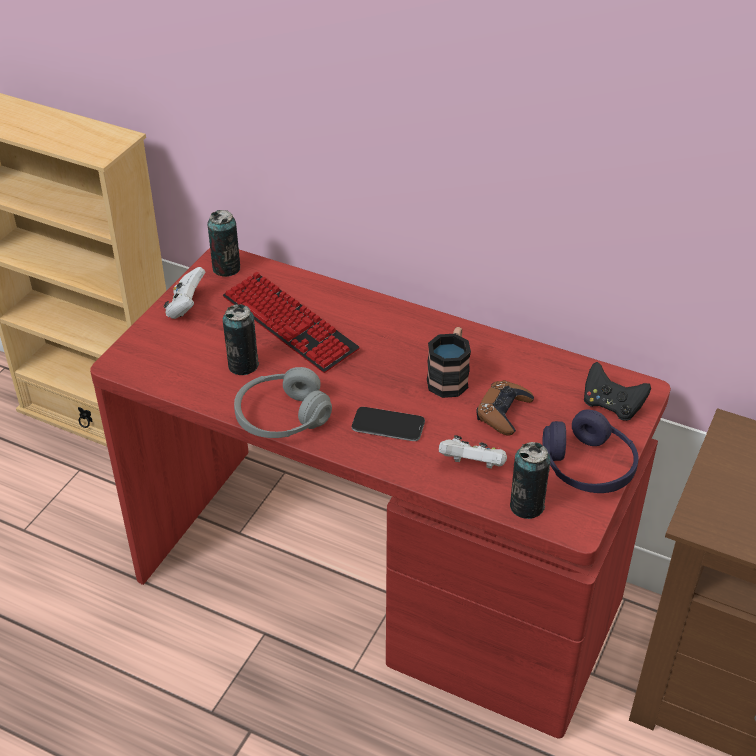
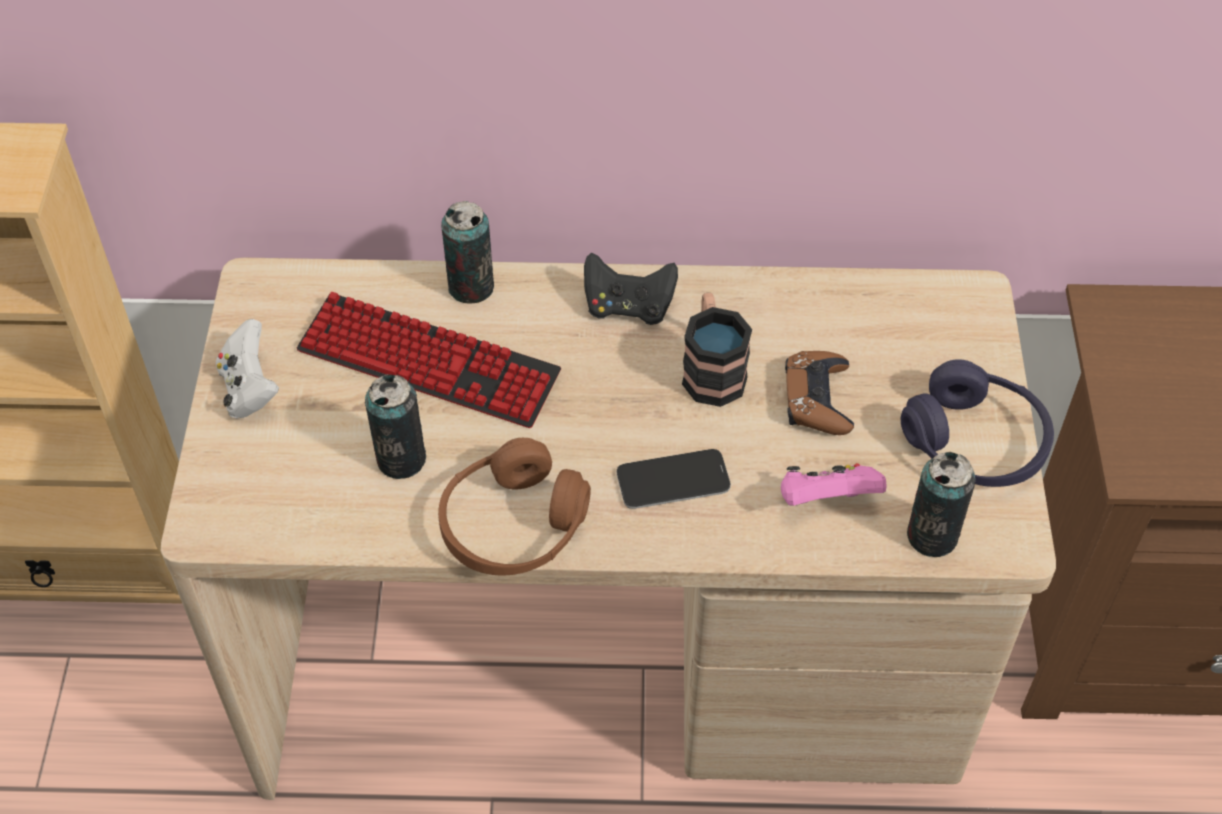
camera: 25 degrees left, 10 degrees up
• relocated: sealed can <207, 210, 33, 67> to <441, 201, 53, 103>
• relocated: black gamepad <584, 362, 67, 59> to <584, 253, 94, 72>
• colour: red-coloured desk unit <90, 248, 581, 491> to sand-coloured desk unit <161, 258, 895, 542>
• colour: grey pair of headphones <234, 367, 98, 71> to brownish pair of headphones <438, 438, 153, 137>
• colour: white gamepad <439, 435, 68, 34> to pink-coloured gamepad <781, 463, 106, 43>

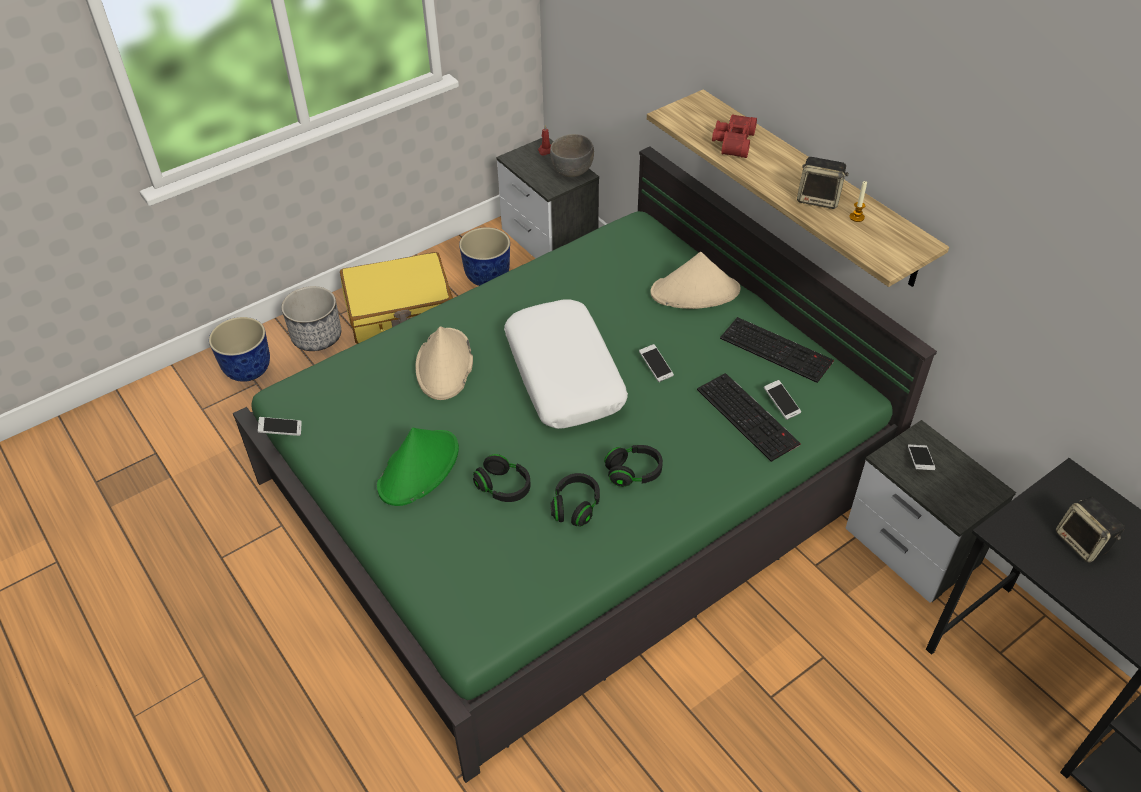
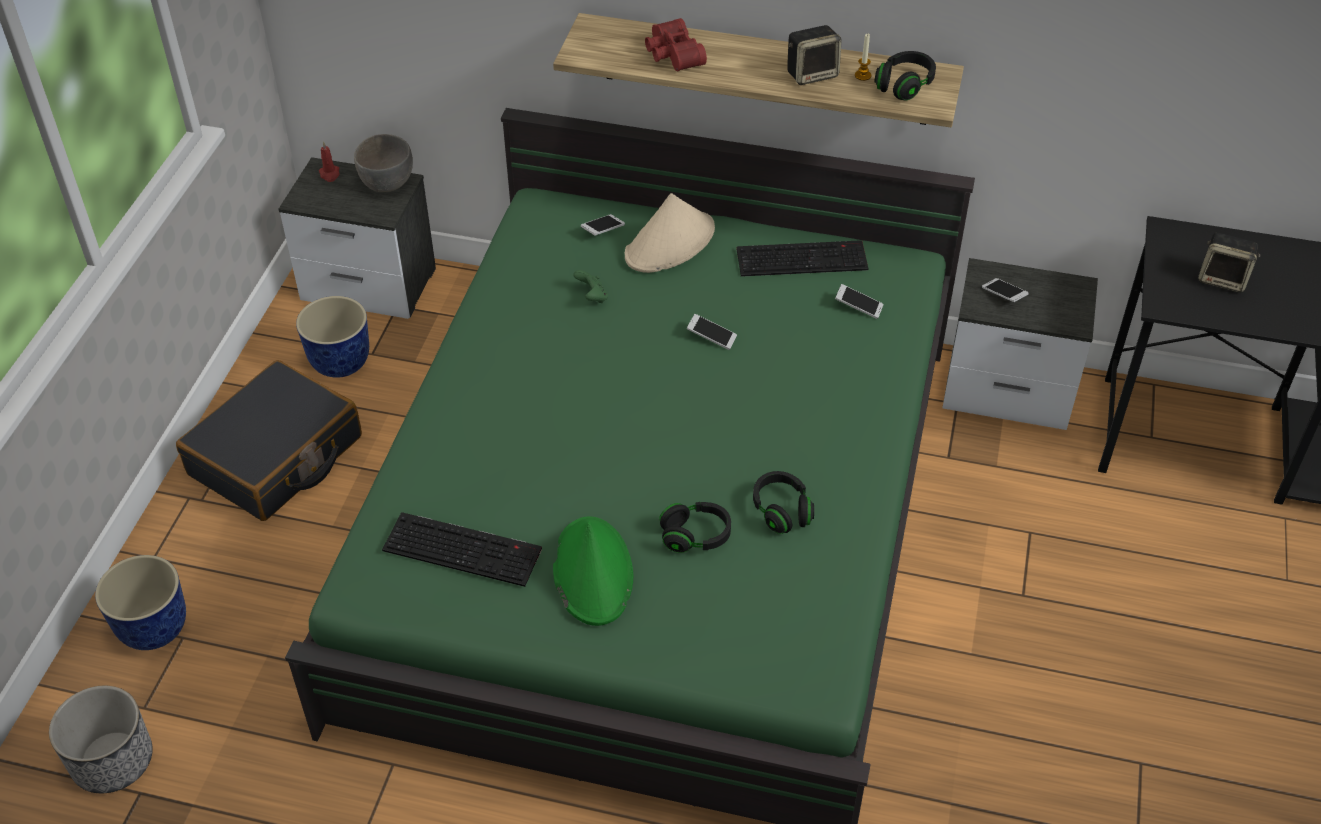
camera: 40 degrees left, 0 degrees up
• missing: sand-coloured wearable hat <415, 326, 58, 74>
• missing: white cushion <504, 299, 124, 130>
• appeared: greenish gamepad <573, 270, 35, 33>
• relocated: phone <258, 417, 44, 19> to <581, 214, 44, 21>
• relocated: flower pot <281, 286, 60, 65> to <49, 686, 104, 107>
• relocated: black pair of headphones <604, 445, 59, 42> to <874, 51, 62, 50>
• relocated: PC keyboard <697, 373, 104, 89> to <382, 512, 160, 75>
• colour: yellowish travel case <340, 252, 113, 92> to black travel case <176, 360, 186, 161>

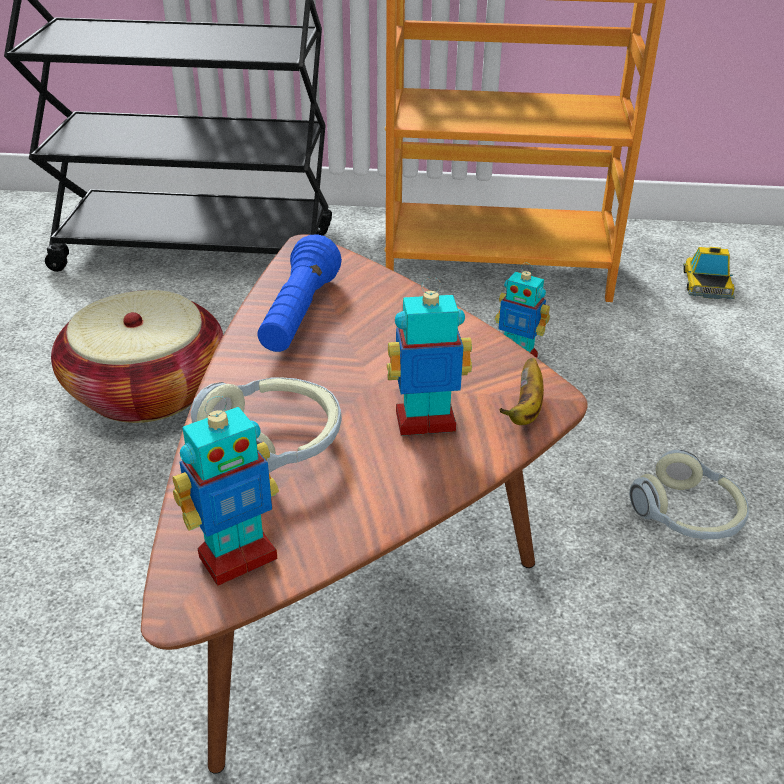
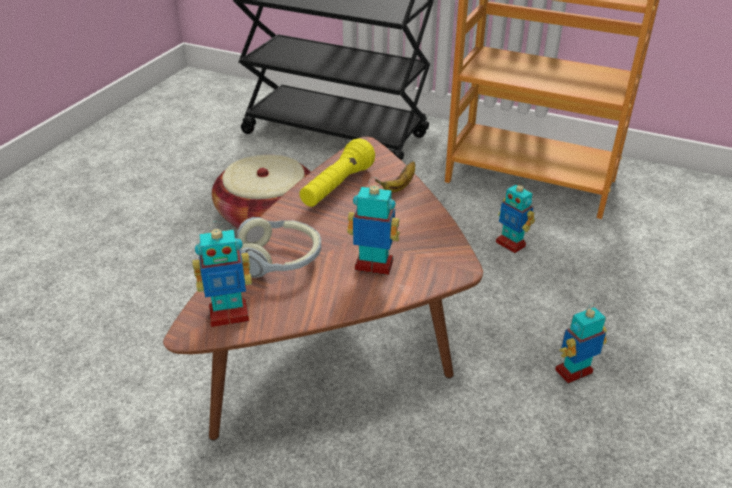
camera: 20 degrees right, 0 degrees up
• missing: toy car <683, 247, 52, 52>
• relocated: banana fruit <499, 358, 45, 67> to <375, 161, 40, 31>
• exchanged: pair of headphones <629, 449, 120, 90> to model robot <555, 303, 52, 81>
• colour: bluish flashlight <257, 234, 85, 118> to yellowish flashlight <299, 138, 76, 69>

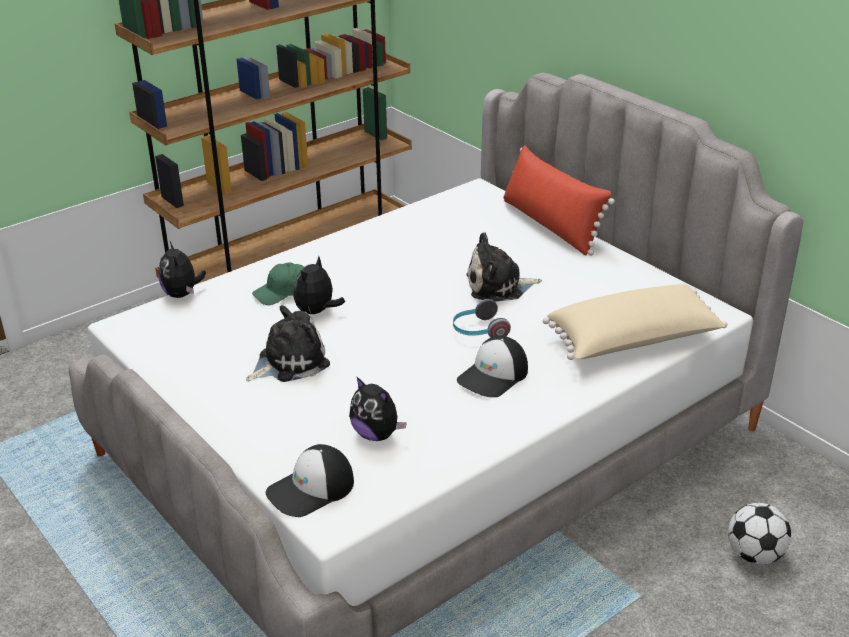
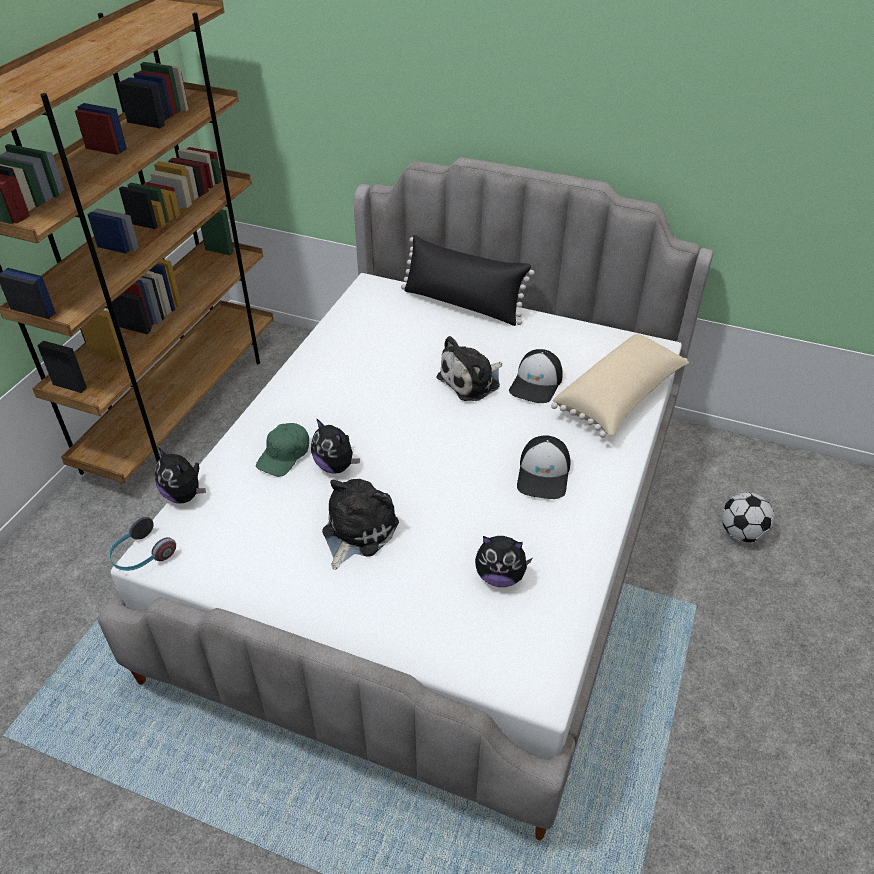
camera: 30 degrees left, 10 degrees up
• relocated: peaked cap <266, 444, 88, 73> to <509, 349, 54, 54>
• relocated: pair of headphones <453, 299, 58, 38> to <109, 516, 67, 55>
• colour: red-coloured cushion <503, 145, 112, 111> to black cushion <401, 235, 134, 91>
• spun: plush toy <294, 256, 51, 59> = <311, 418, 49, 56> 45 degrees counterclockwise

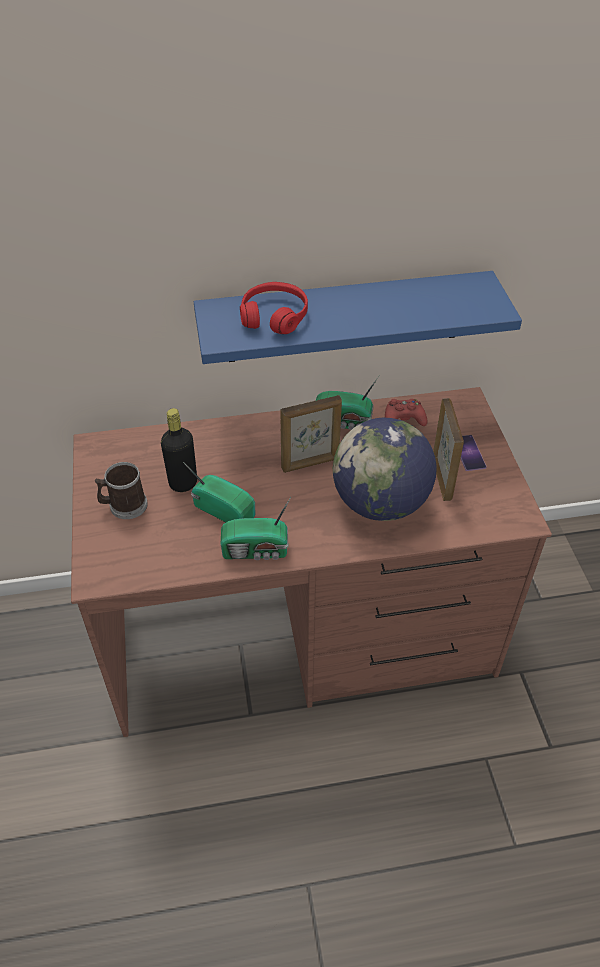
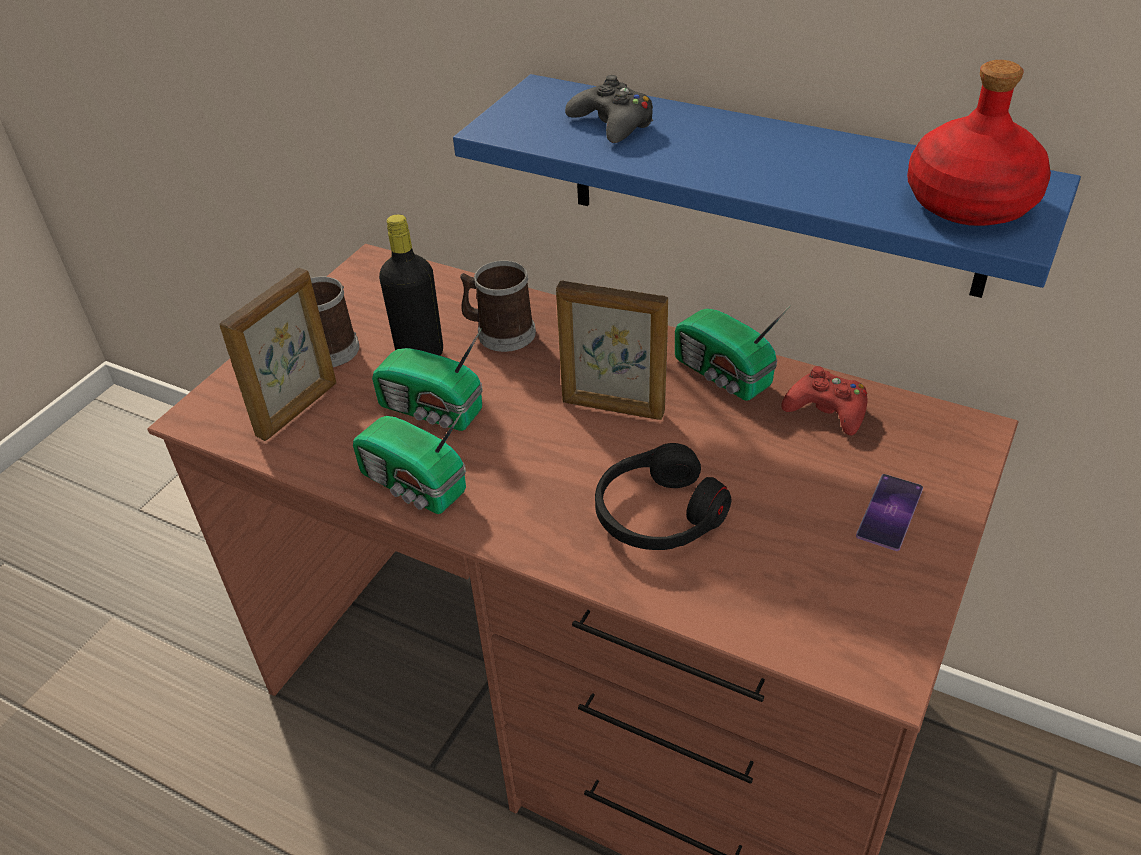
camera: 40 degrees right, 5 degrees down
• appeared: tea mug <460, 260, 76, 92>
• appeared: red-coloured drink bottle <907, 60, 144, 166>
• relocated: standing frame <433, 398, 31, 103> to <219, 268, 117, 173>
• exchanged: red-coloured pair of headphones <240, 282, 68, 52> to black gamepad <565, 75, 88, 68>
• exchanged: world globe <333, 418, 103, 103> to black pair of headphones <595, 443, 136, 107>
• spun: radio receiver <183, 462, 72, 60> = <372, 328, 111, 103> 135 degrees clockwise

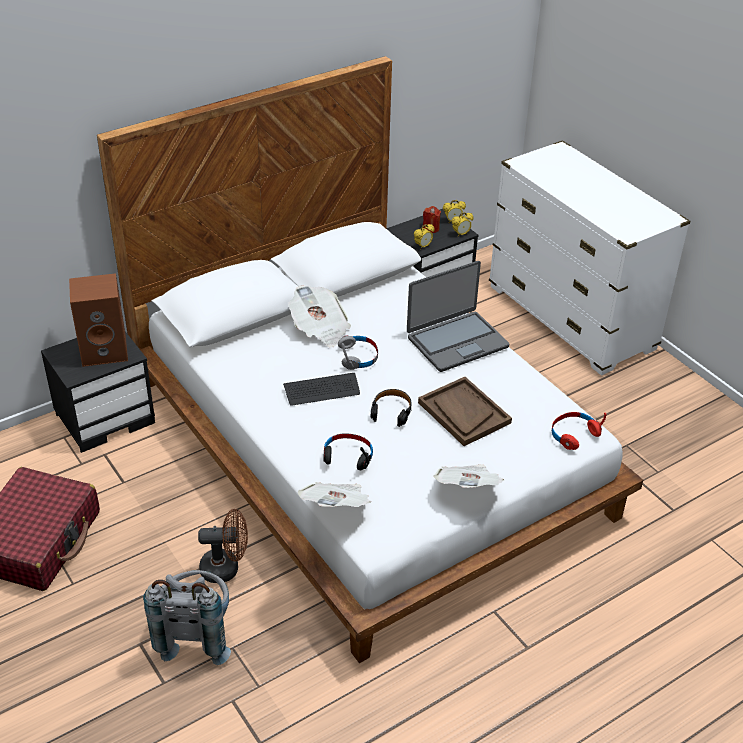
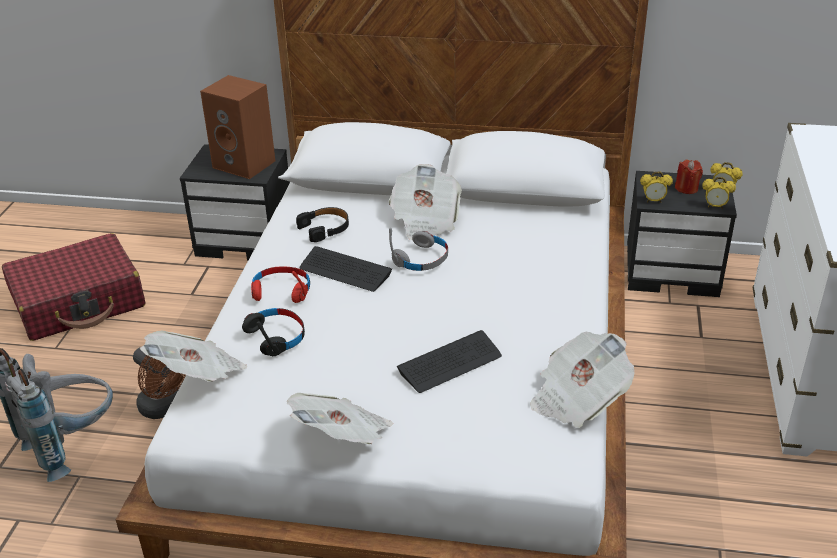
camera: 45 degrees right, 5 degrees down
• missing: notebook computer <407, 261, 103, 111>
• appeared: daily paper <530, 331, 104, 97>
• relocated: black pair of headphones <371, 389, 41, 38> to <296, 207, 53, 35>
• relocated: red-coloured pair of headphones <552, 412, 55, 38> to <251, 266, 59, 37>
• exchanged: brownish carrying tray <418, 377, 94, 69> to PC keyboard <397, 330, 105, 63>

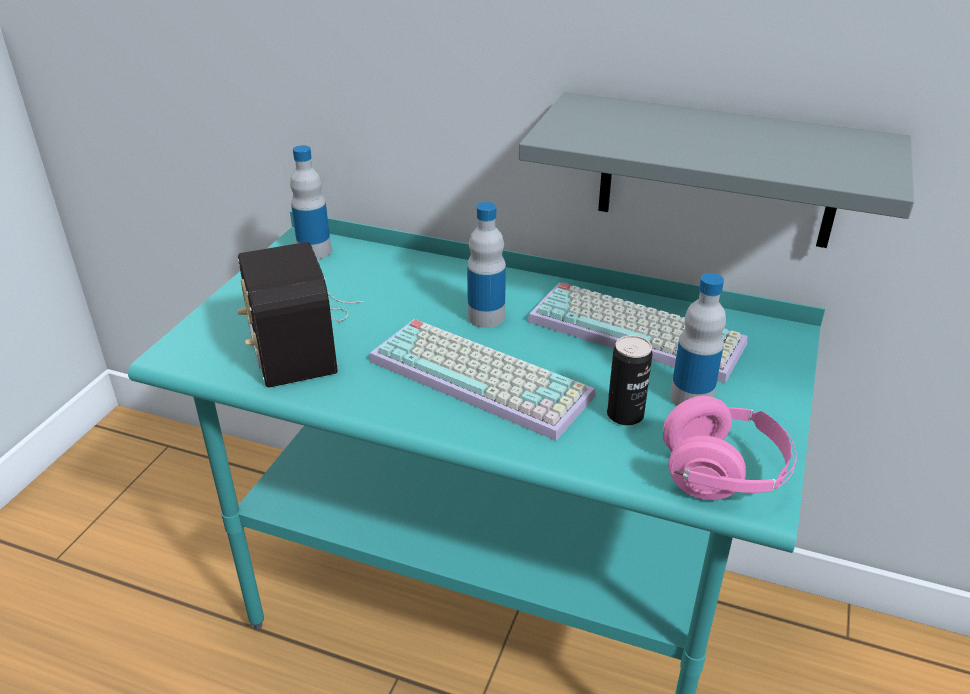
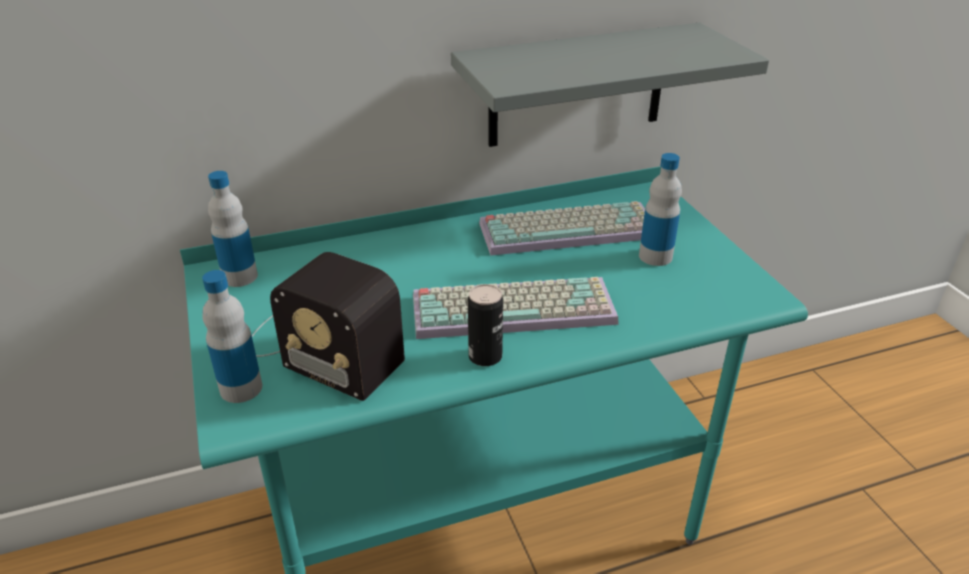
camera: 40 degrees left, 0 degrees up
• missing: pink-coloured pair of headphones <663, 396, 134, 104>
• relocated: drink bottle <467, 202, 39, 126> to <202, 270, 60, 133>
• relocated: sealed can <607, 335, 46, 90> to <468, 284, 35, 82>

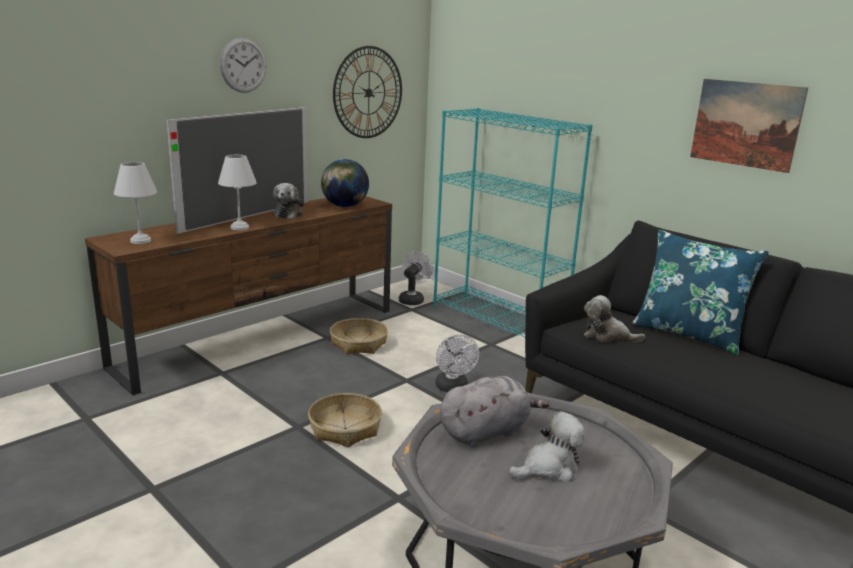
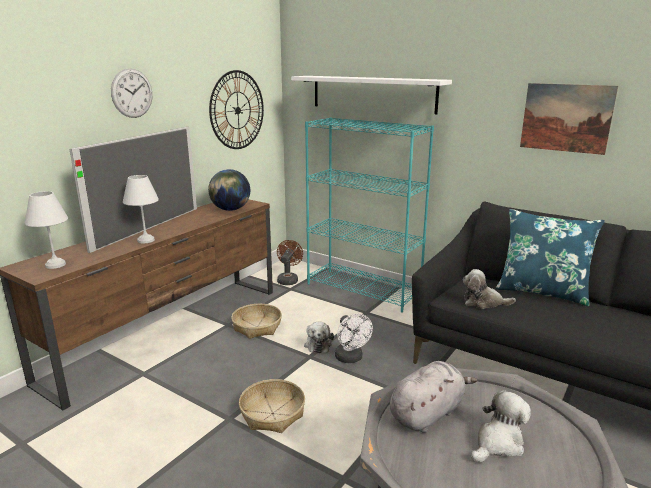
camera: 10 degrees left, 0 degrees up
• appeared: white bracket shelf <291, 76, 161, 38>
• relocated: plush toy <273, 183, 31, 36> to <304, 322, 30, 32>
• colour: white fan <399, 252, 34, 53> to brownish fan <277, 240, 26, 45>

